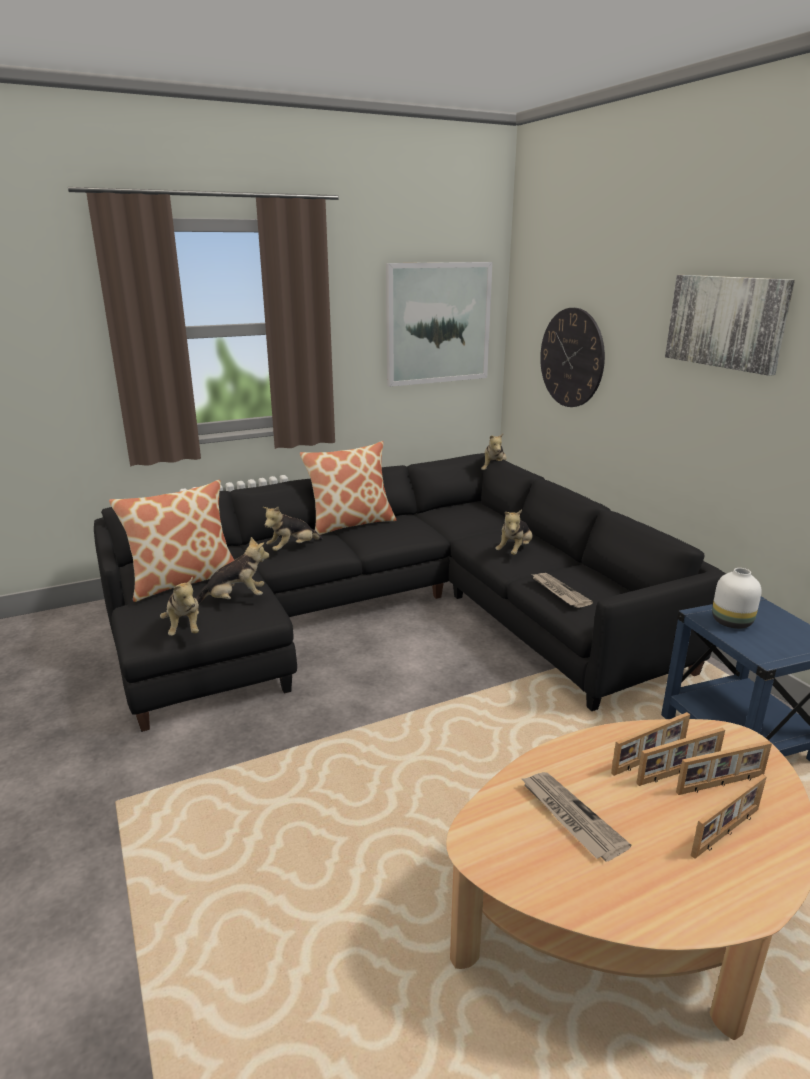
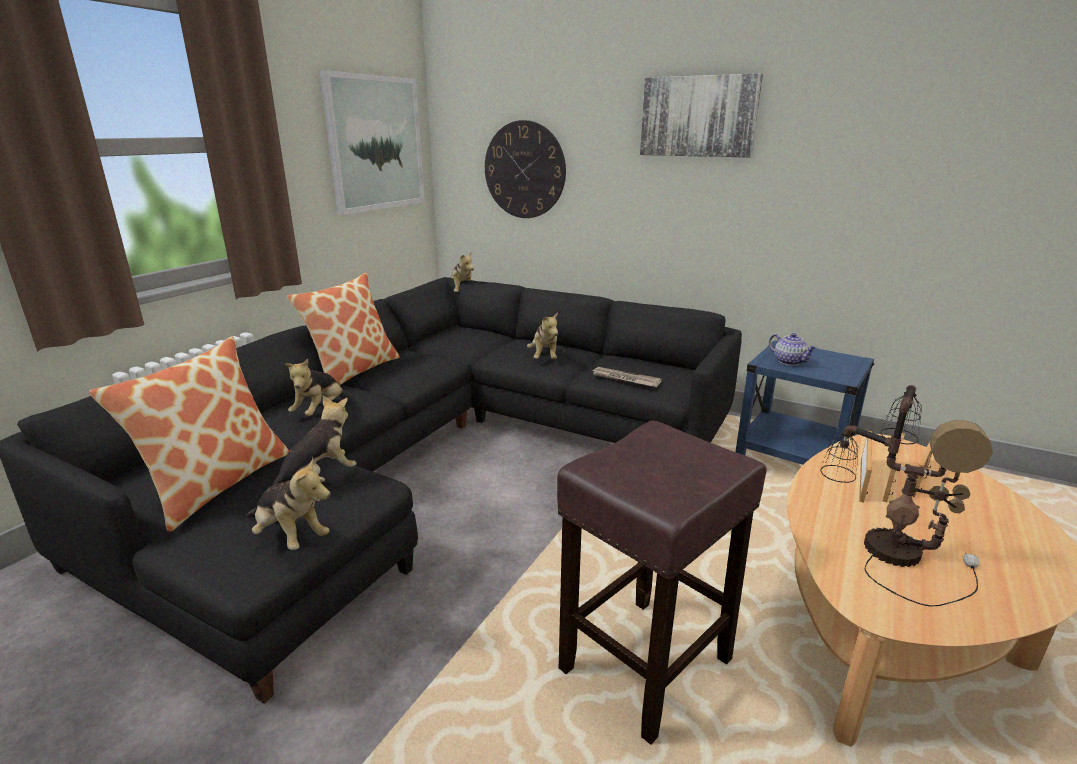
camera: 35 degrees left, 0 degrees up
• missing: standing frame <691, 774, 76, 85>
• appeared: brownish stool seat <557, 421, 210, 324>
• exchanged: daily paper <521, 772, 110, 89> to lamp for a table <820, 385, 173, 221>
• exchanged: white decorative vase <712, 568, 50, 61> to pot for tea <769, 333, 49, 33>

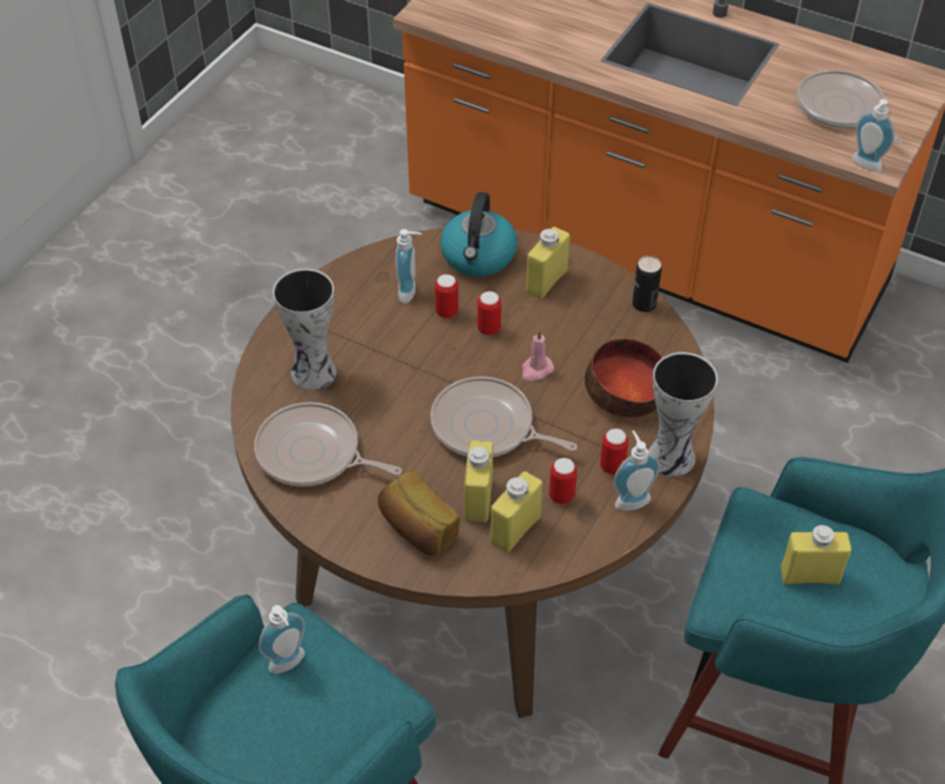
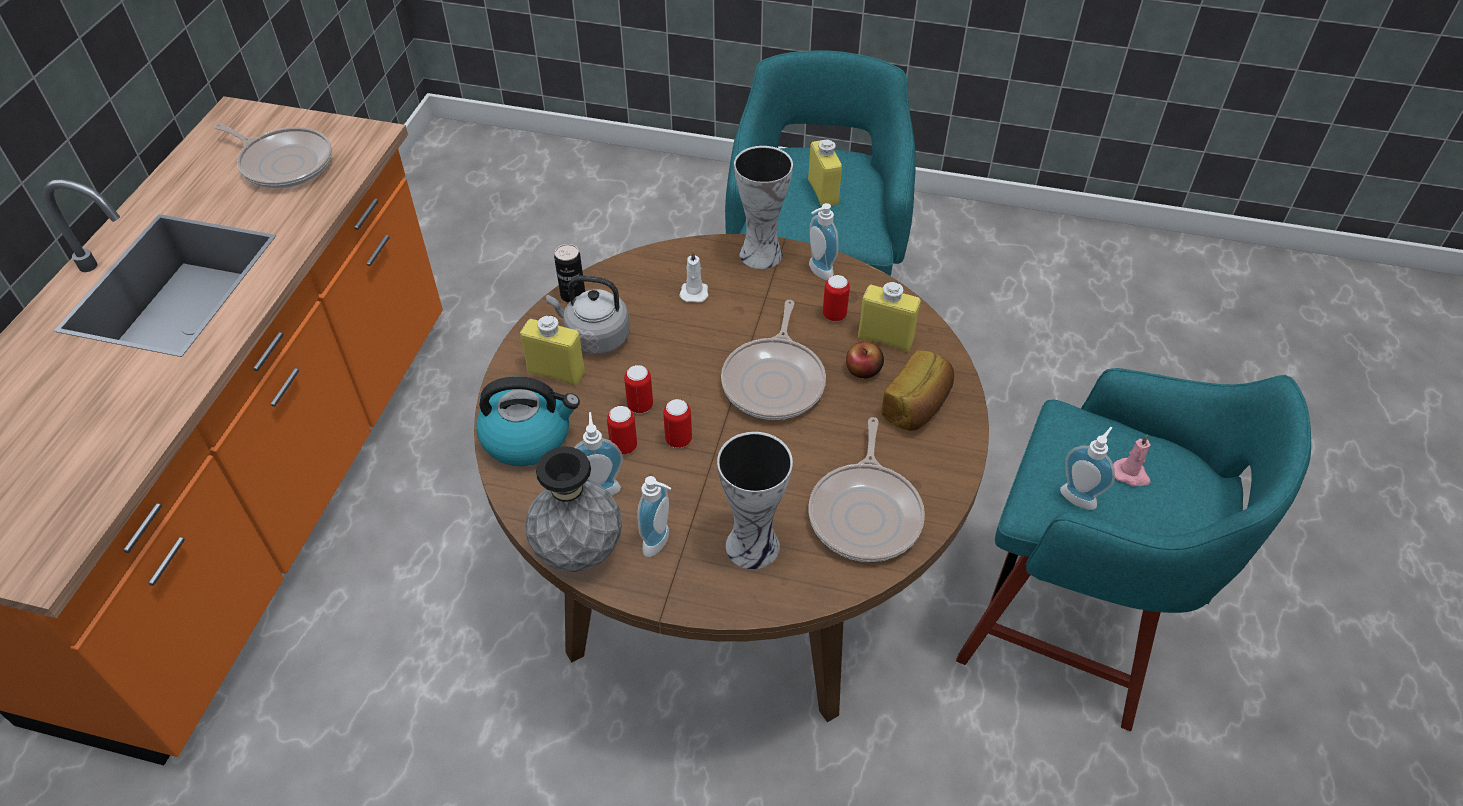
camera: 105 degrees left, 0 degrees up
• appeared: grey decorative vase <525, 446, 97, 126>
• appeared: grey tea kettle <546, 275, 84, 79>
• relocated: pink-coloured candle <522, 330, 32, 51> to <1113, 434, 38, 52>
• relocated: sealed can <600, 428, 29, 46> to <663, 399, 29, 49>
• relocated: soap dispenser <852, 99, 43, 73> to <637, 476, 34, 81>
• exchanged: yellowish drink bottle <464, 440, 29, 82> to whole apple <846, 342, 38, 36>
• exchanged: serving bowl <585, 339, 78, 79> to white candle <679, 250, 29, 53>
• spun: pan <797, 70, 106, 73> = <214, 123, 118, 65> 105 degrees counterclockwise

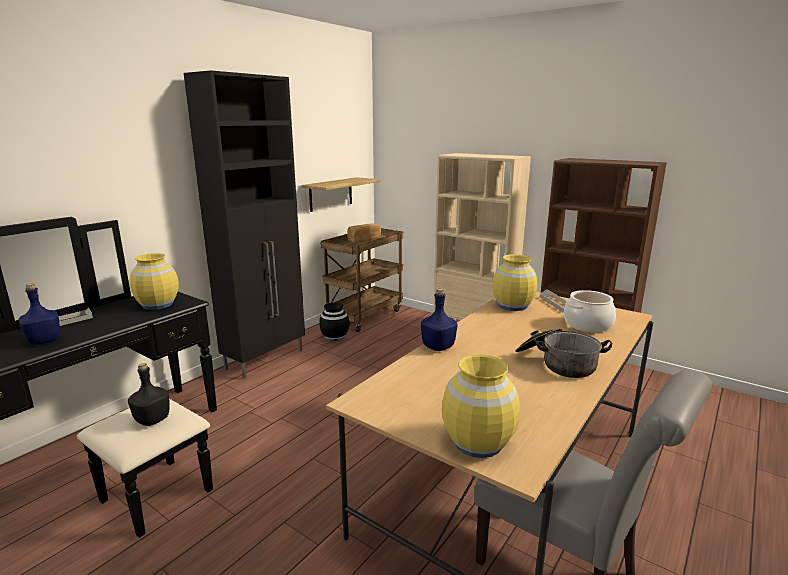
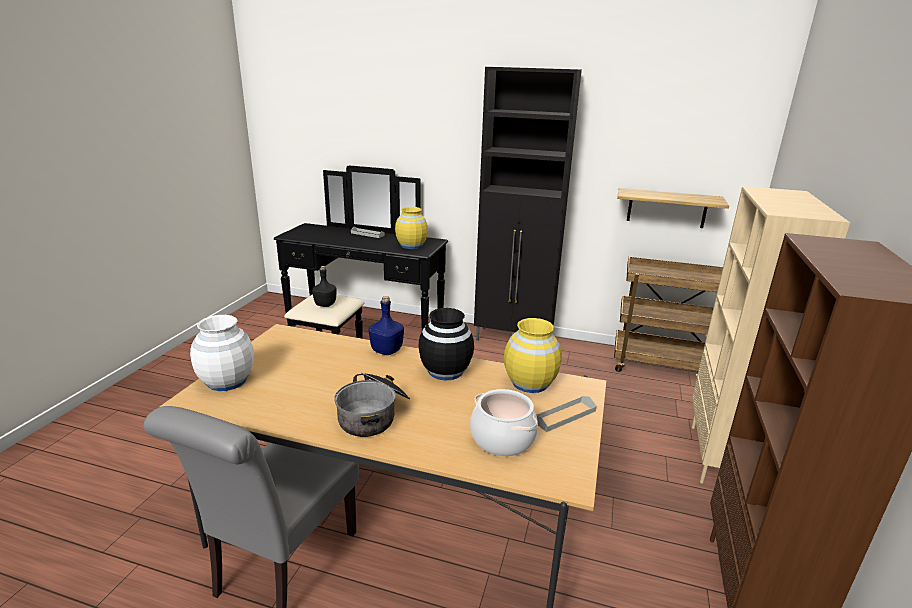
camera: 70 degrees right, 5 degrees up
• missing: bluish drink bottle <19, 284, 41, 61>
• missing: bread <347, 224, 34, 18>
• relocated: black decorative vase <319, 302, 31, 39> to <419, 308, 55, 72>
• colour: yellowish decorative vase <442, 354, 78, 104> to white decorative vase <190, 315, 64, 76>

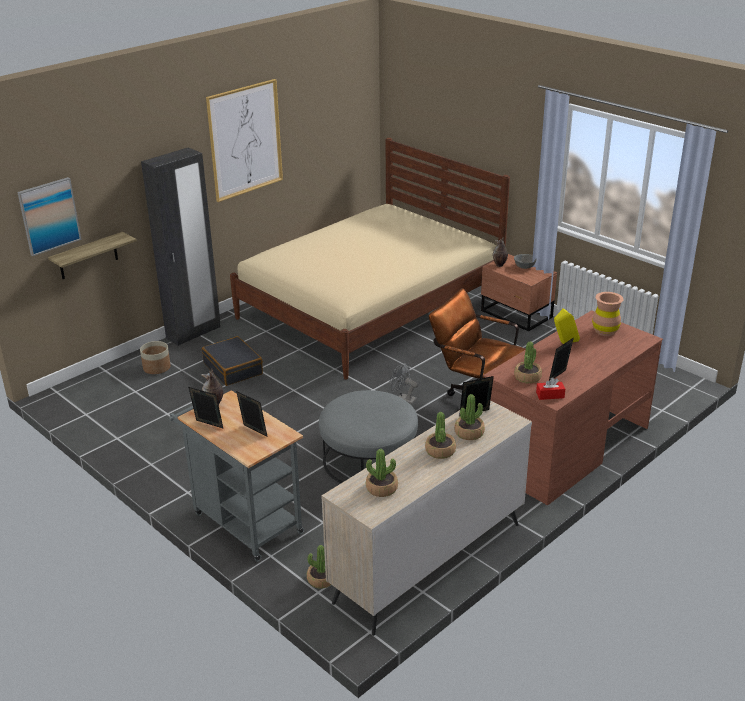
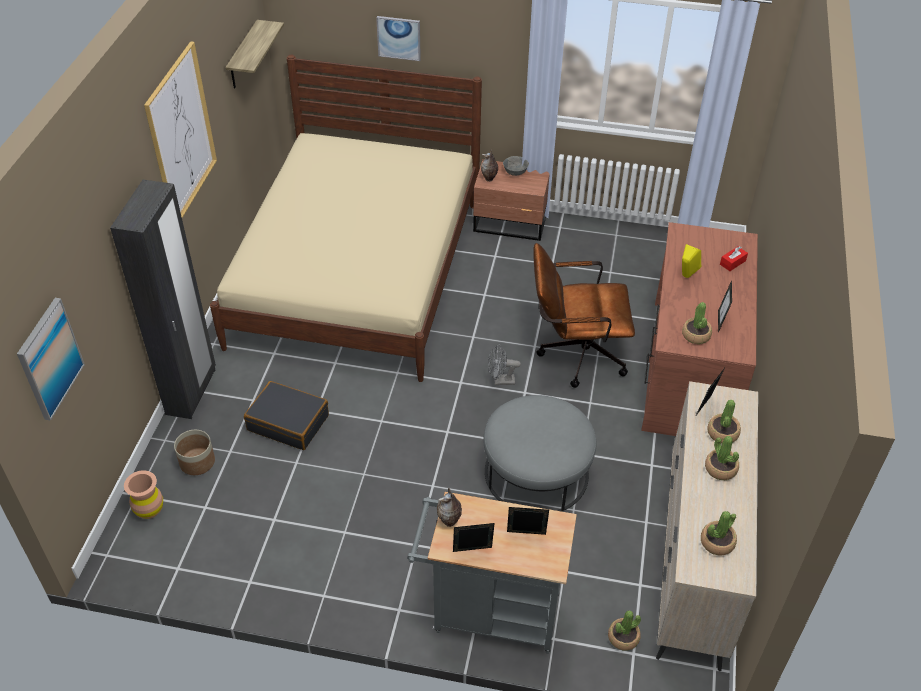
camera: 35 degrees left, 15 degrees up
• appeared: wall picture <376, 16, 45, 45>
• relocated: bracket shelf <48, 232, 89, 47> to <225, 20, 59, 69>
• relocated: red-coloured tissue box <536, 377, 29, 23> to <720, 246, 28, 25>
• relocated: brownish decorative vase <592, 292, 32, 44> to <124, 470, 39, 49>

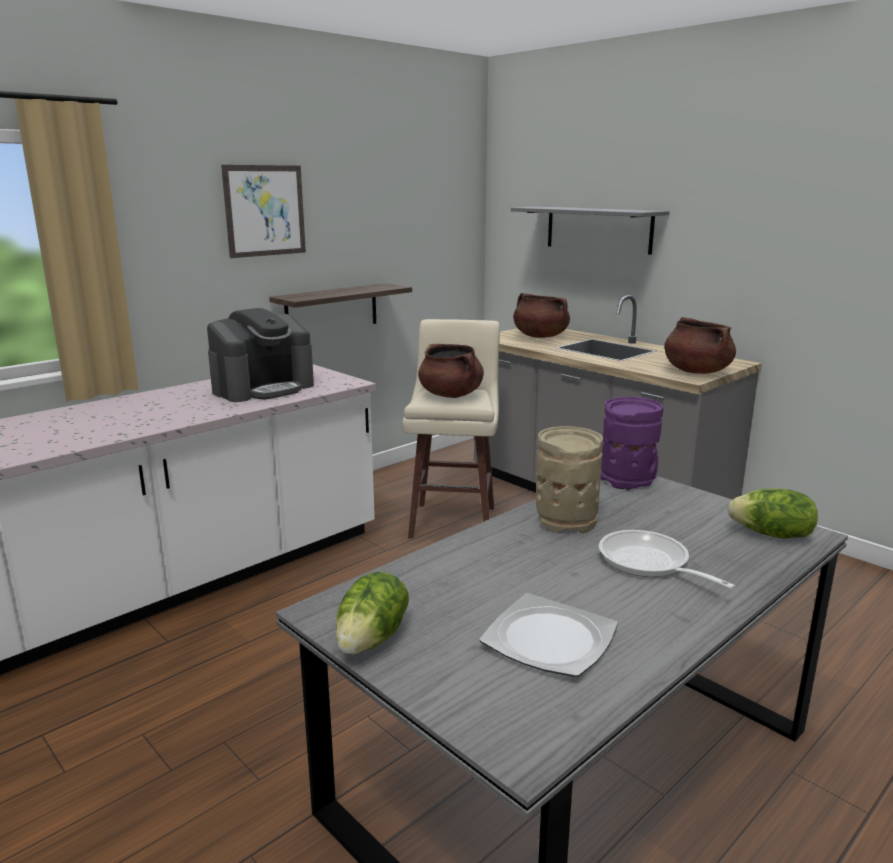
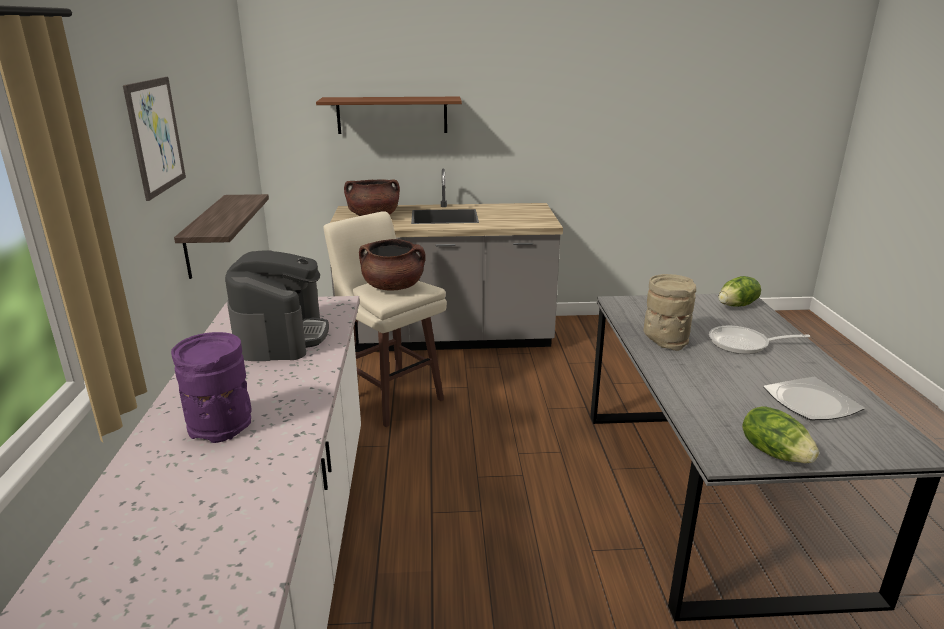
camera: 50 degrees left, 5 degrees up
• missing: brownish stockpot <664, 317, 72, 57>
• relocated: purple decorative vase <600, 397, 63, 93> to <171, 332, 81, 111>
• colour: grey bracket shelf <511, 207, 159, 48> to brownish bracket shelf <316, 97, 146, 37>

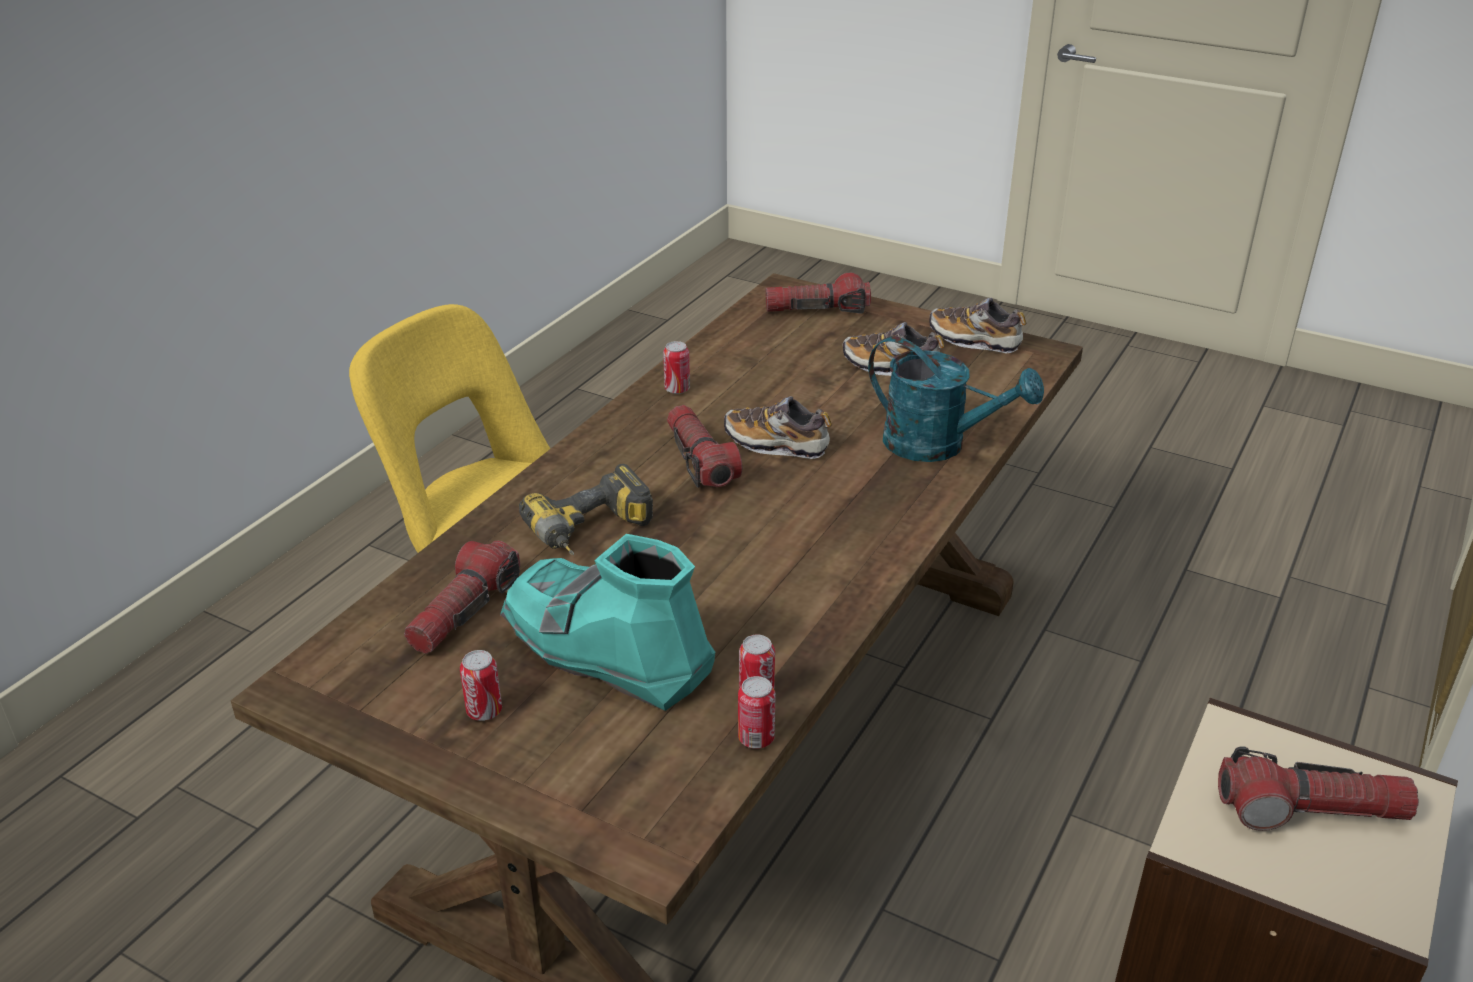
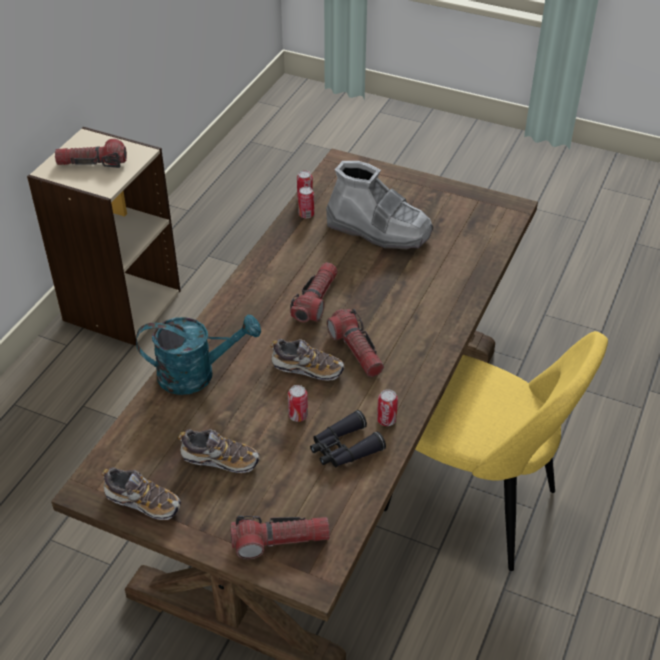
camera: 175 degrees right, 10 degrees up
• missing: power drill <519, 464, 134, 91>
• appeared: black field glasses <310, 410, 76, 57>
• relocated: flashlight <404, 540, 117, 114> to <290, 262, 48, 60>
• relocated: sealed can <460, 650, 42, 71> to <288, 385, 20, 37>
• colour: turquoise-coloured high-top boot <500, 534, 215, 177> to grey high-top boot <326, 161, 108, 88>
• spun: turquoise-coloured watering can <868, 336, 176, 126> = <136, 315, 125, 80> 150 degrees clockwise

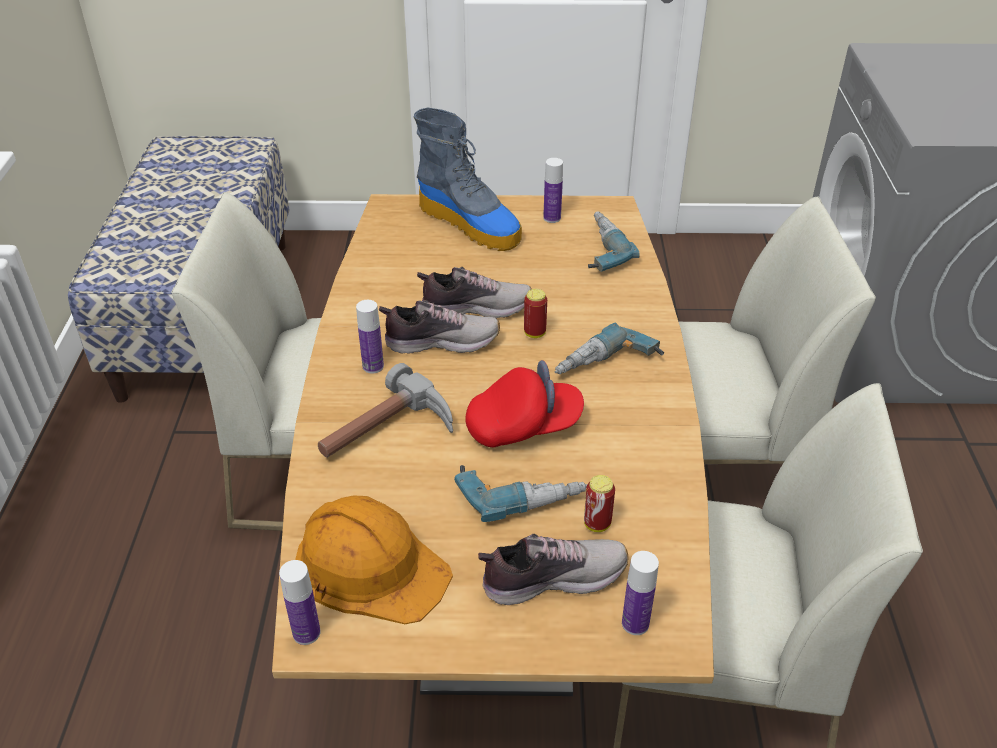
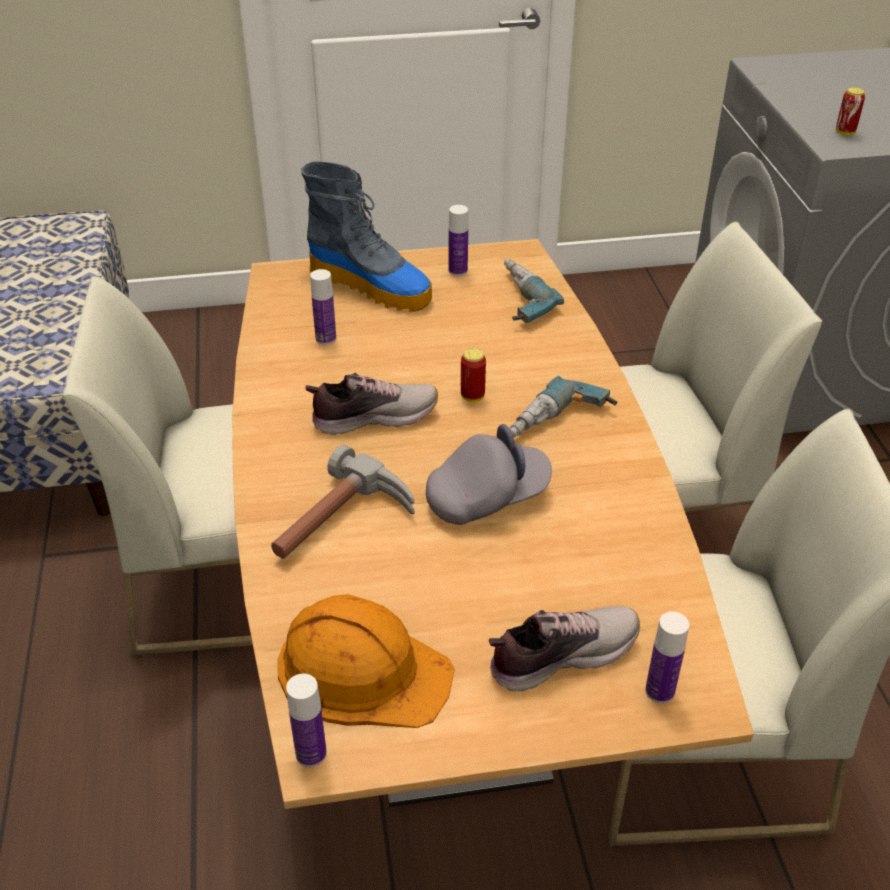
camera: 10 degrees left, 0 degrees up
• missing: low shoe <417, 267, 114, 51>
• missing: power drill <454, 465, 134, 57>
• relocated: drink bottle <356, 300, 28, 74> to <310, 269, 26, 76>
• relocated: sealed can <584, 475, 31, 57> to <836, 87, 29, 48>
• colour: red-coloured peaked cap <465, 360, 119, 87> to grey peaked cap <426, 424, 126, 101>

